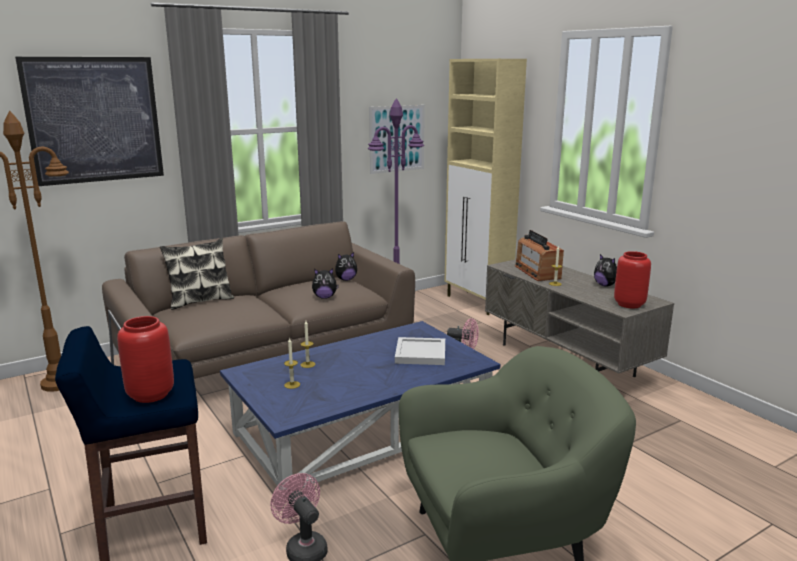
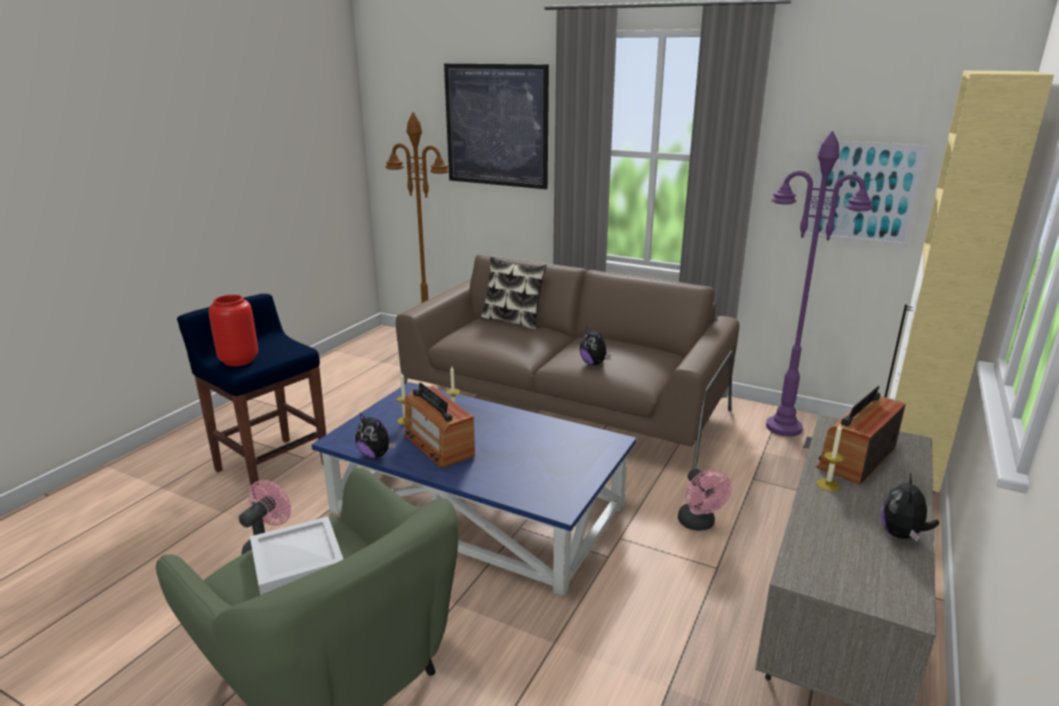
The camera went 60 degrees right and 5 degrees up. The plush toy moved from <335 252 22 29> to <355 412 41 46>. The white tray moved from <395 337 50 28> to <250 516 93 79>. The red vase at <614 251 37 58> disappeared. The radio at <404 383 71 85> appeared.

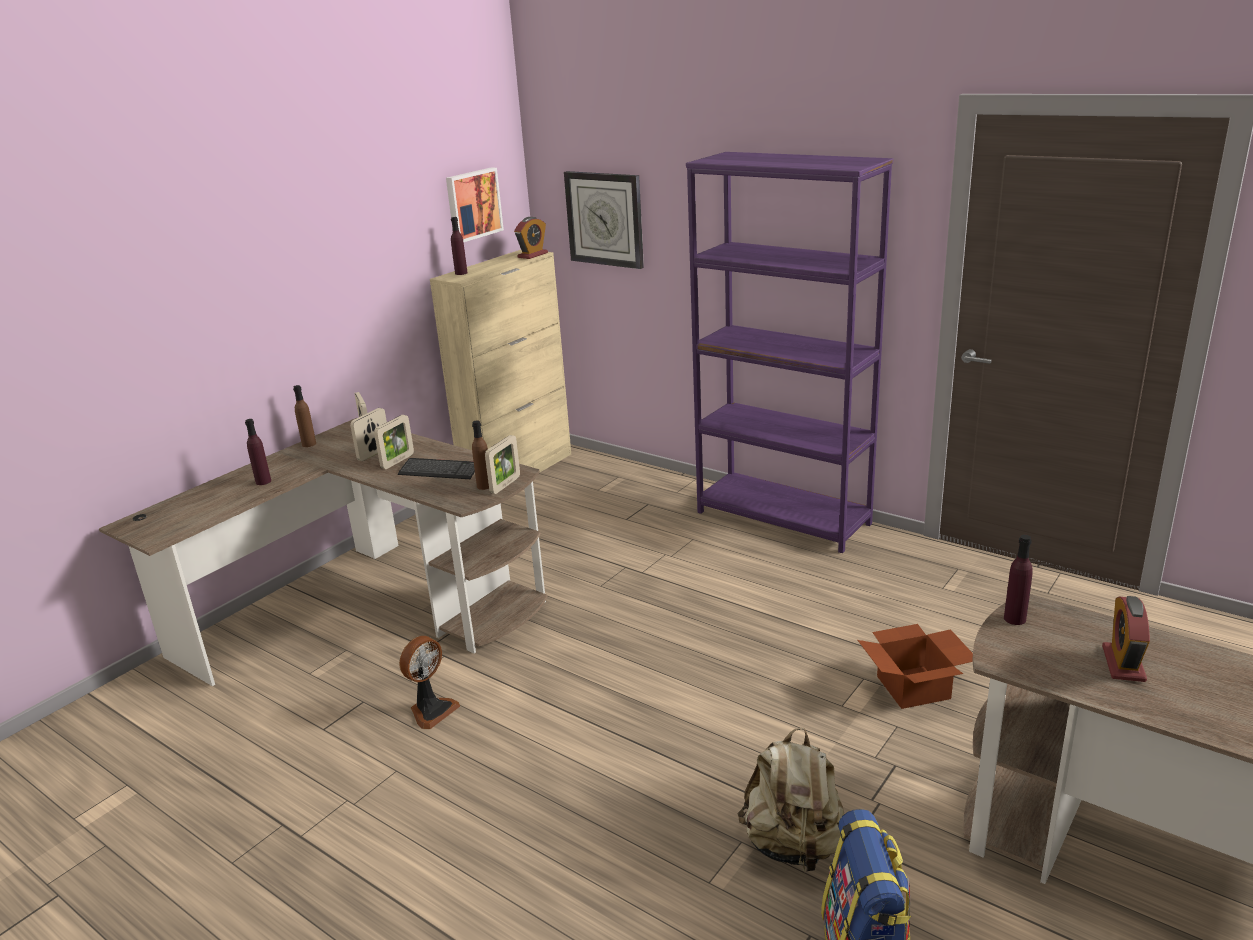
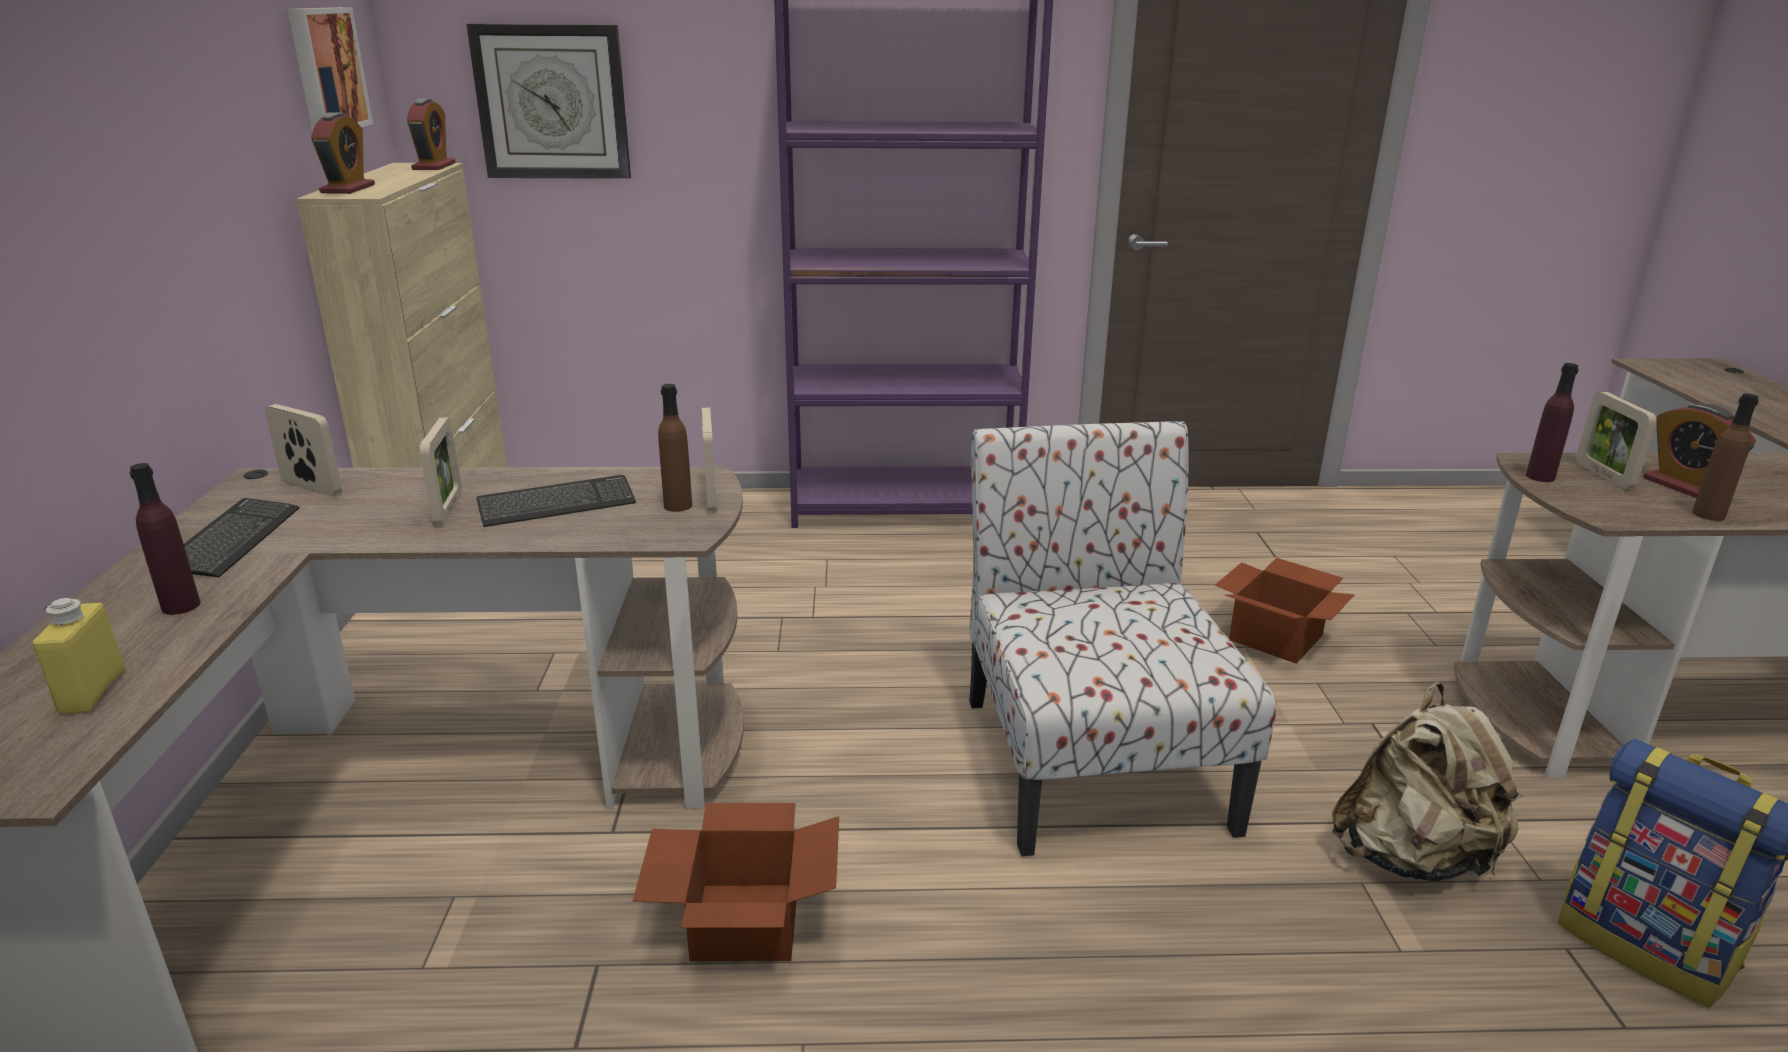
The camera went 40 degrees left and 0 degrees up. The brown bottle moved from <293 385 23 62> to <1692 393 67 128>. The picture frame moved from <350 408 37 53> to <1576 392 81 97>. The fan at <399 636 61 93> was replaced by the cardboard box at <633 803 206 159>. The purple bottle at <451 217 17 58> was replaced by the alarm clock at <311 112 64 82>. The yellow bottle at <32 598 93 116> appeared. The keyboard at <184 498 116 79> appeared. The chair at <969 421 307 435> appeared.

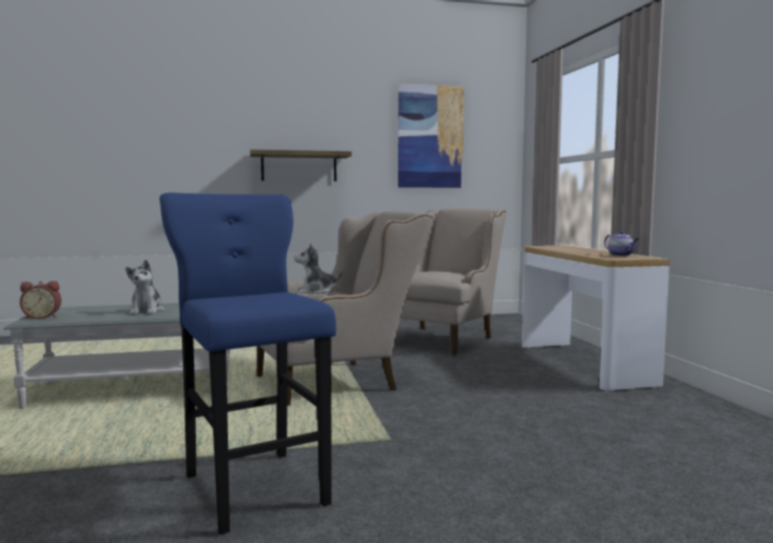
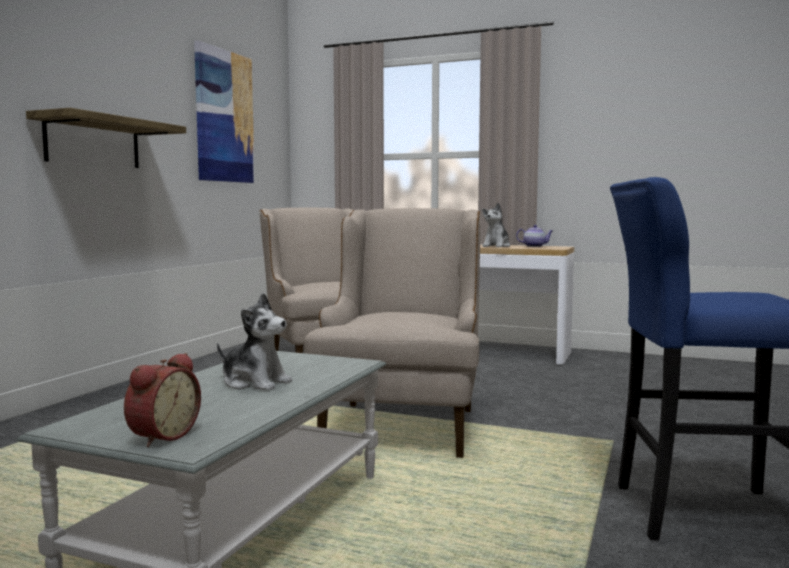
The camera went 55 degrees left and 0 degrees up. The plush toy moved from <294 243 48 51> to <482 203 28 44>.

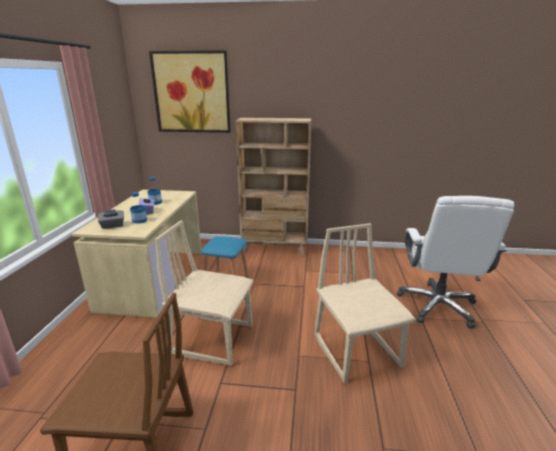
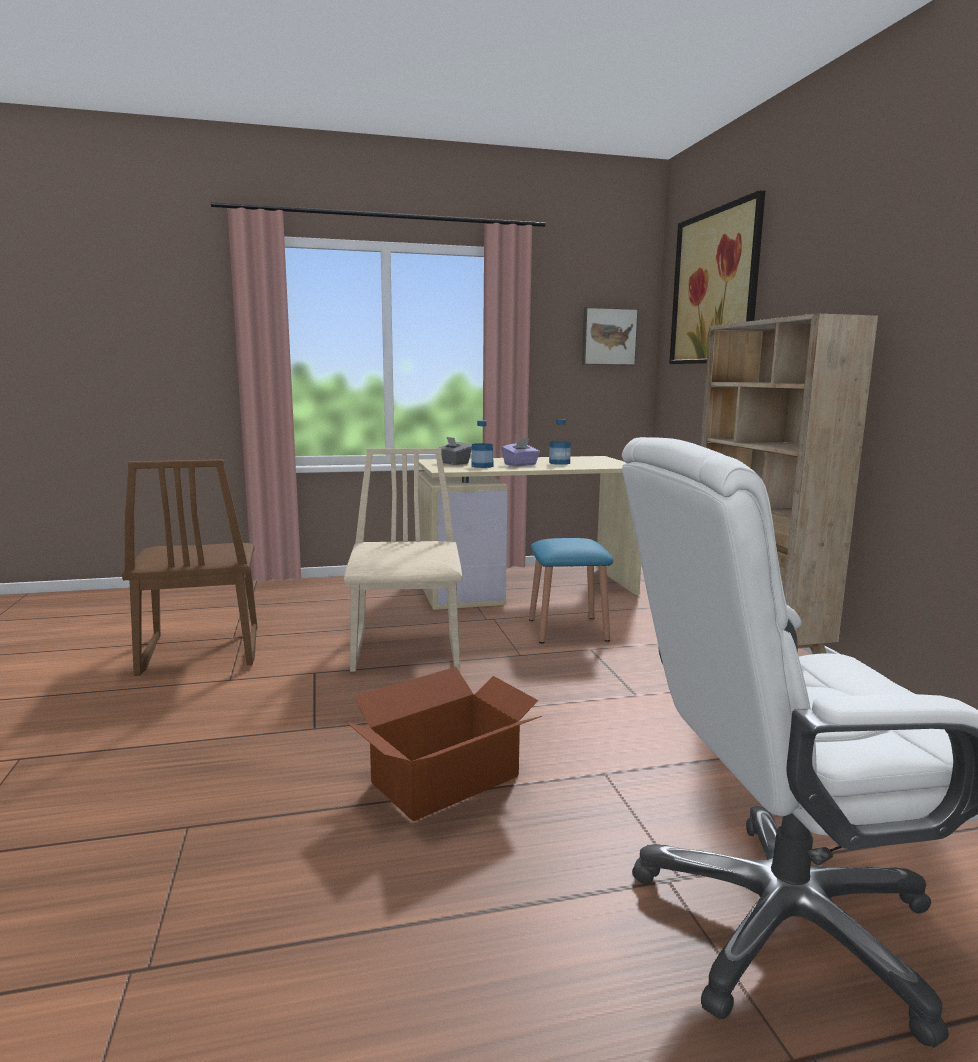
The camera went 70 degrees right and 10 degrees down. The beige chair at <314 223 102 160> was replaced by the cardboard box at <346 667 196 154>. The picture at <582 307 57 58> appeared.

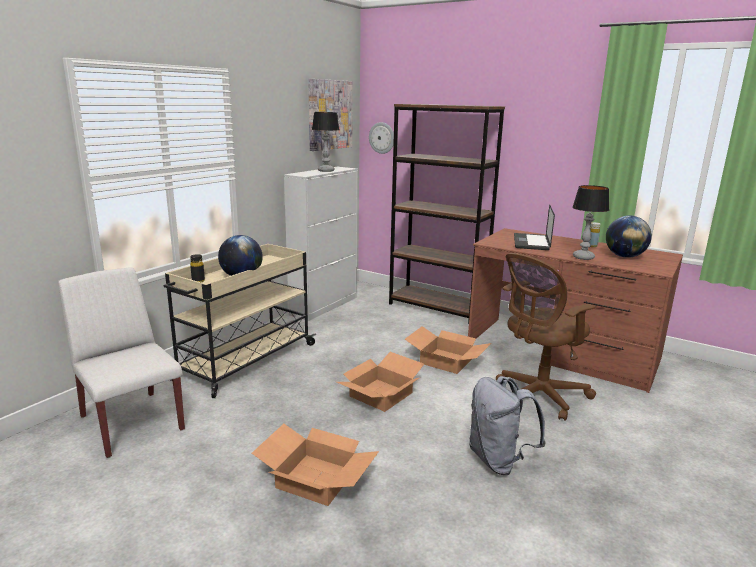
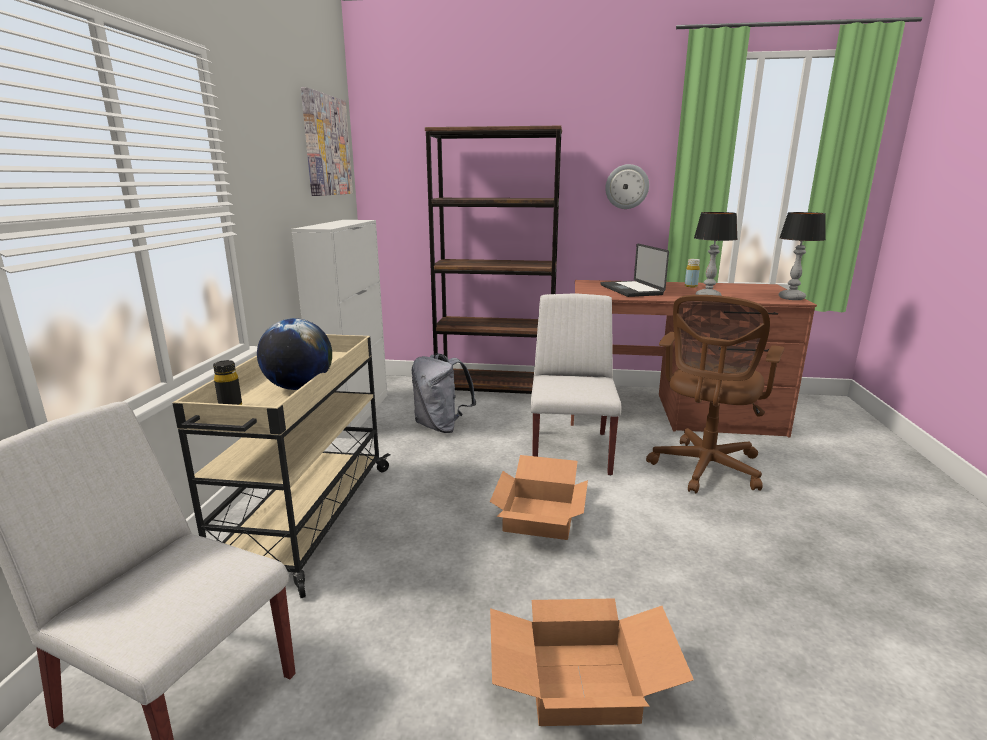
The camera went 25 degrees left and 0 degrees up. The table lamp moved from <312 112 27 60> to <779 212 47 88>. The wall clock moved from <369 122 25 32> to <605 164 44 45>. The cardboard box at <405 326 86 48> was replaced by the white chair at <531 293 90 183>. The grey backpack moved from <469 376 77 99> to <411 353 65 80>. The globe at <606 215 46 43> disappeared.

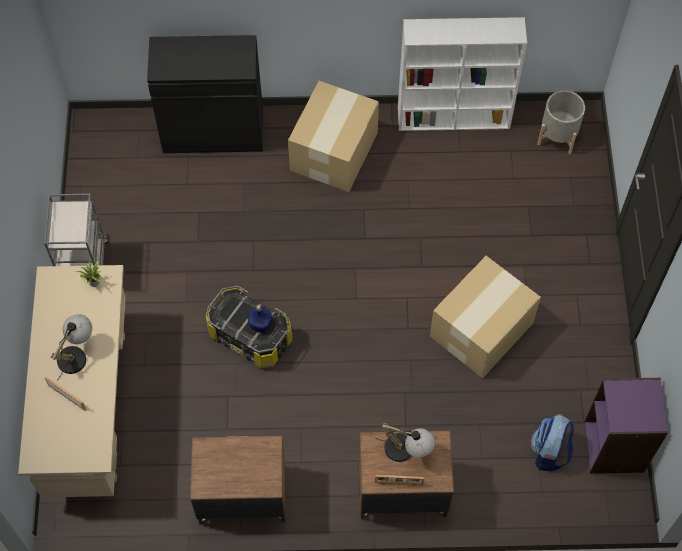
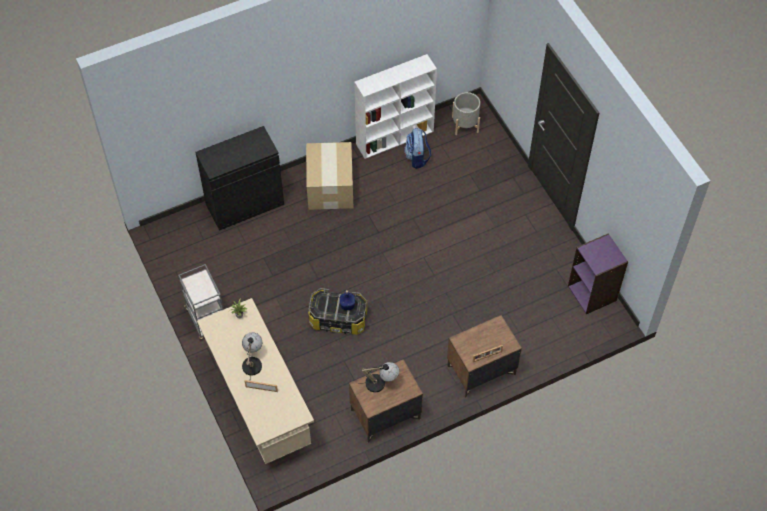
The camera went 25 degrees left and 5 degrees down. The table lamp moved from <376 423 59 39> to <361 362 38 30>. The cardboard box at <430 256 111 122> disappeared. The backpack moved from <530 414 44 57> to <404 128 27 41>.

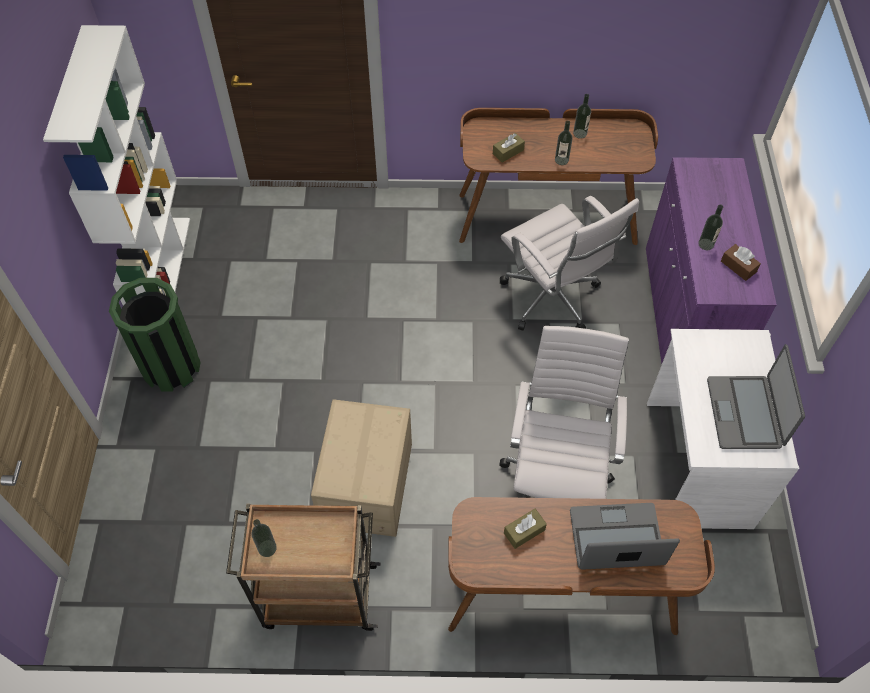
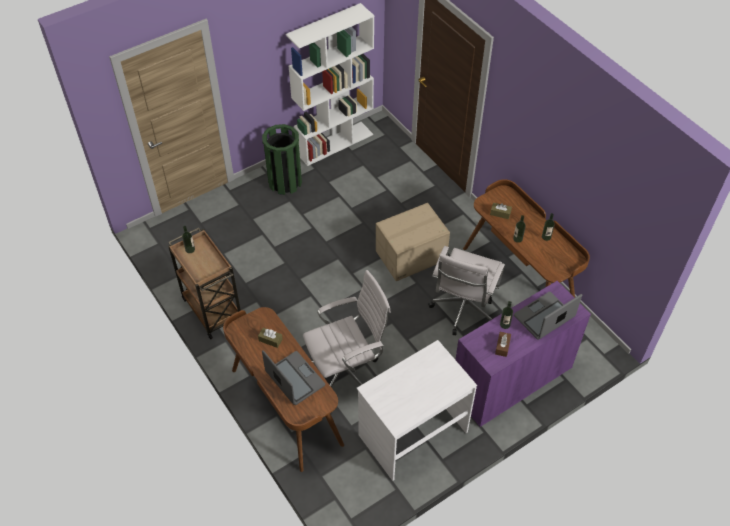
The camera went 55 degrees right and 5 degrees down. The cardboard box moved from <311 399 101 138> to <376 203 74 78>. The laptop moved from <707 344 98 105> to <514 292 68 48>.

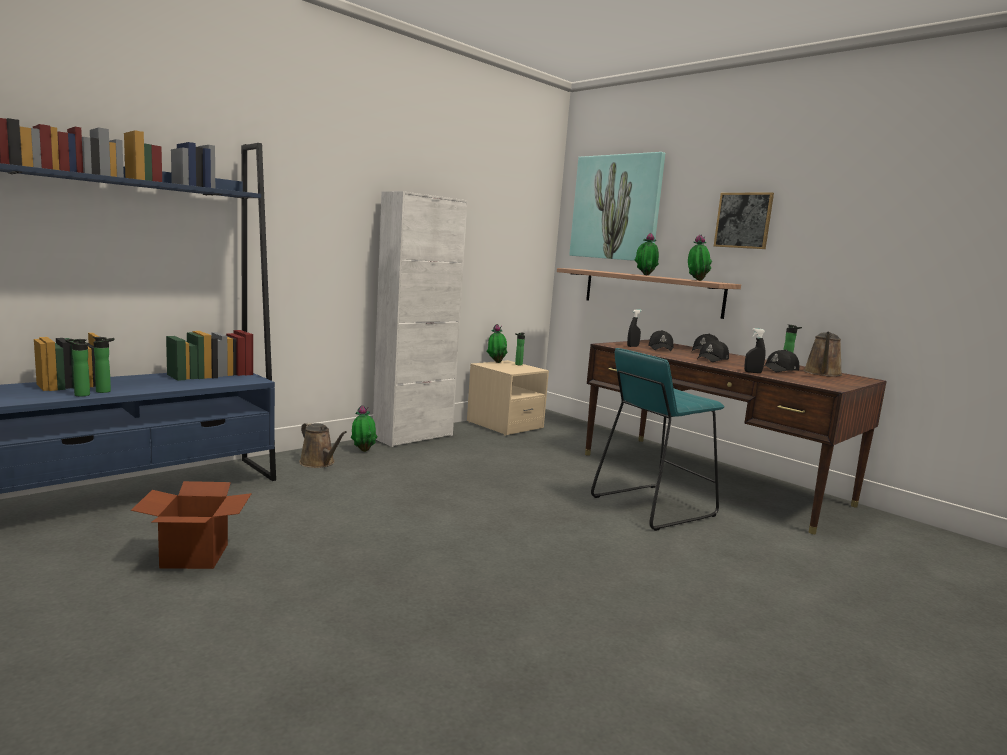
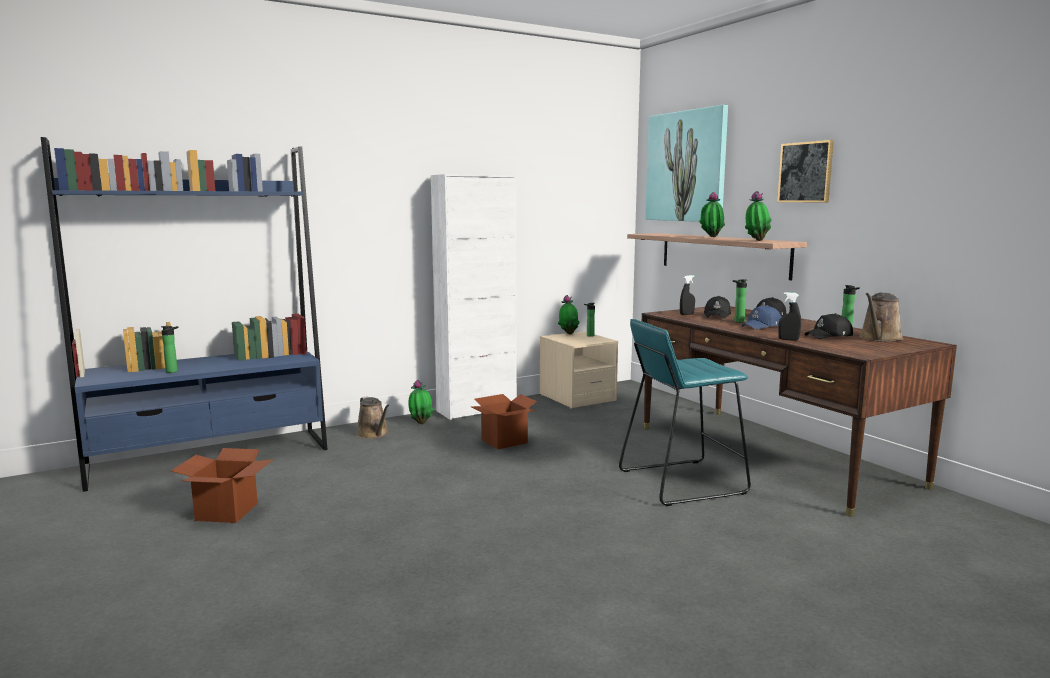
The camera went 15 degrees right and 0 degrees up. The bottle moved from <65 339 25 58> to <733 279 14 44>. The black cap at <698 340 31 22> became the blue cap at <742 305 39 24>. The cardboard box at <470 394 67 55> appeared.

